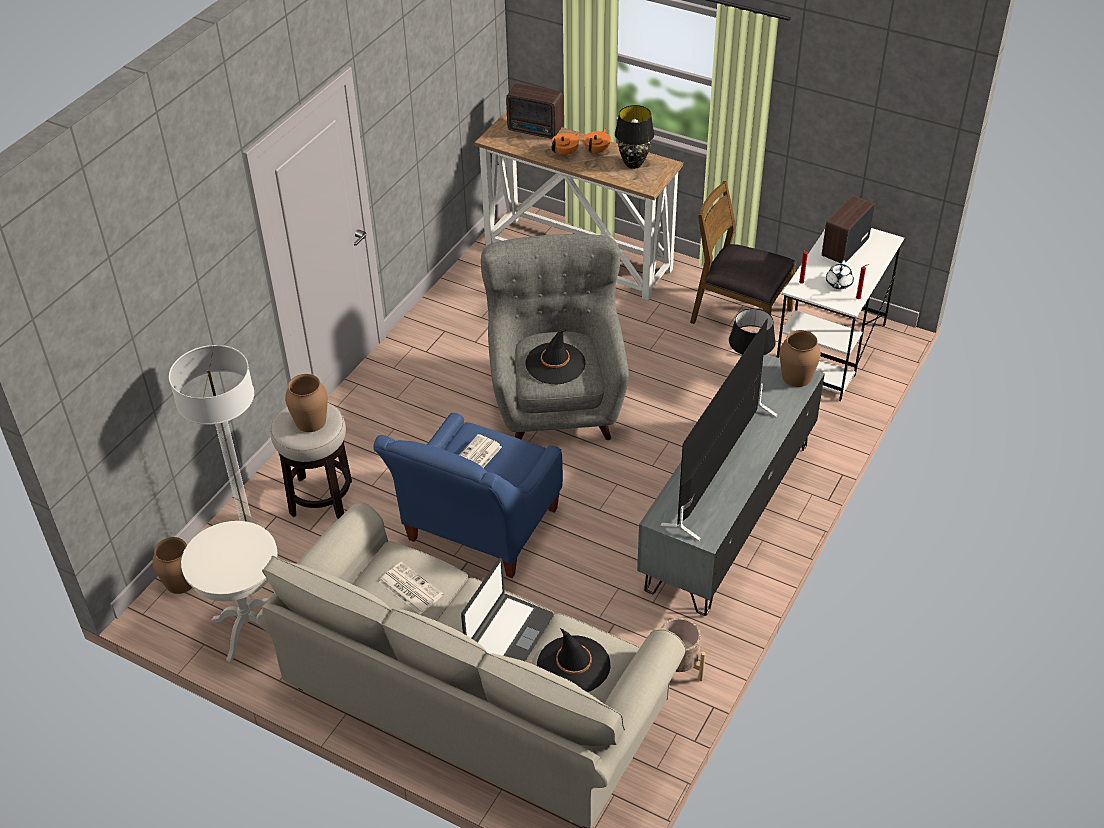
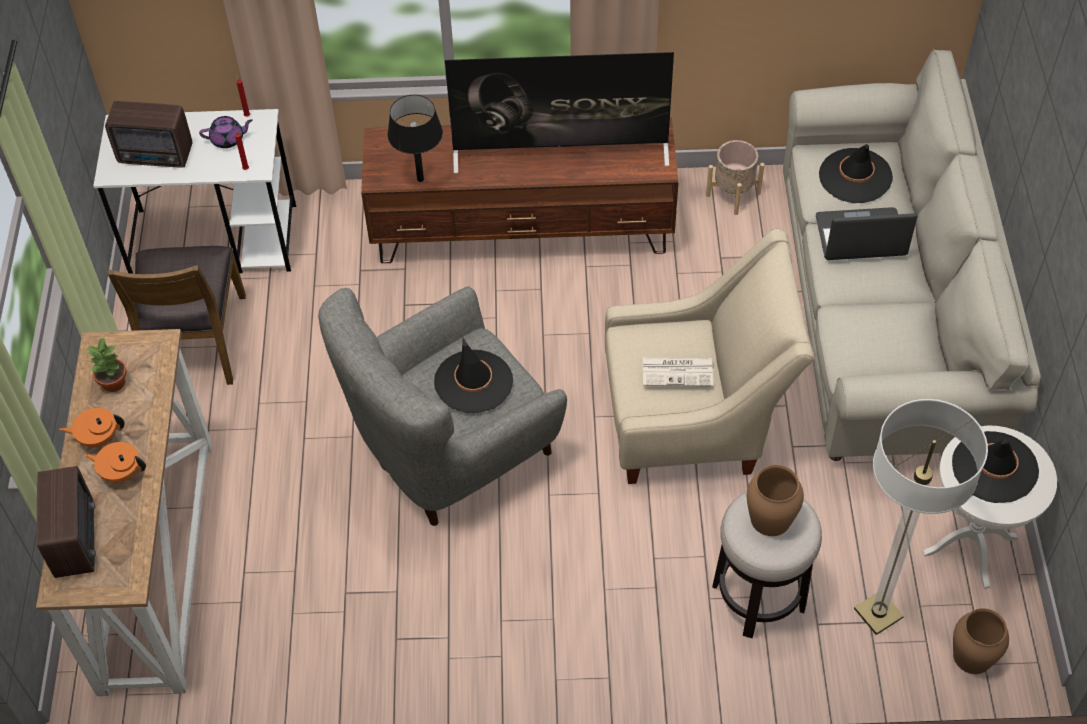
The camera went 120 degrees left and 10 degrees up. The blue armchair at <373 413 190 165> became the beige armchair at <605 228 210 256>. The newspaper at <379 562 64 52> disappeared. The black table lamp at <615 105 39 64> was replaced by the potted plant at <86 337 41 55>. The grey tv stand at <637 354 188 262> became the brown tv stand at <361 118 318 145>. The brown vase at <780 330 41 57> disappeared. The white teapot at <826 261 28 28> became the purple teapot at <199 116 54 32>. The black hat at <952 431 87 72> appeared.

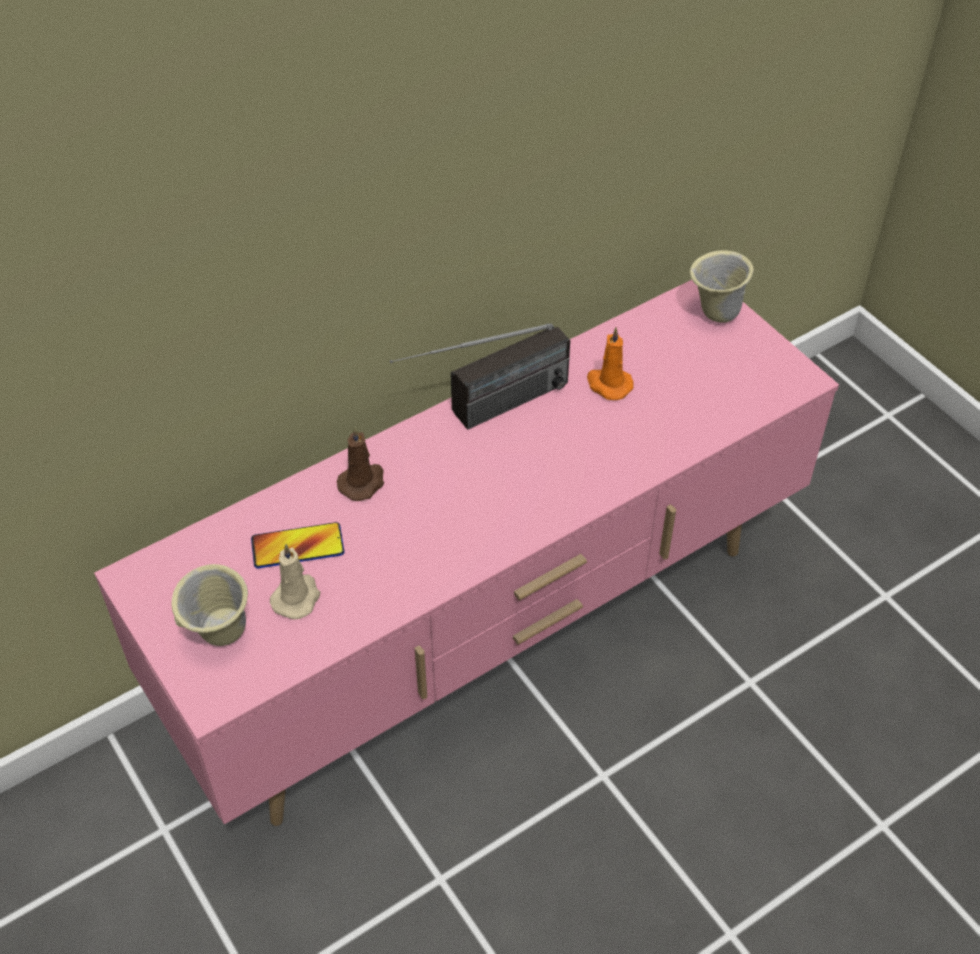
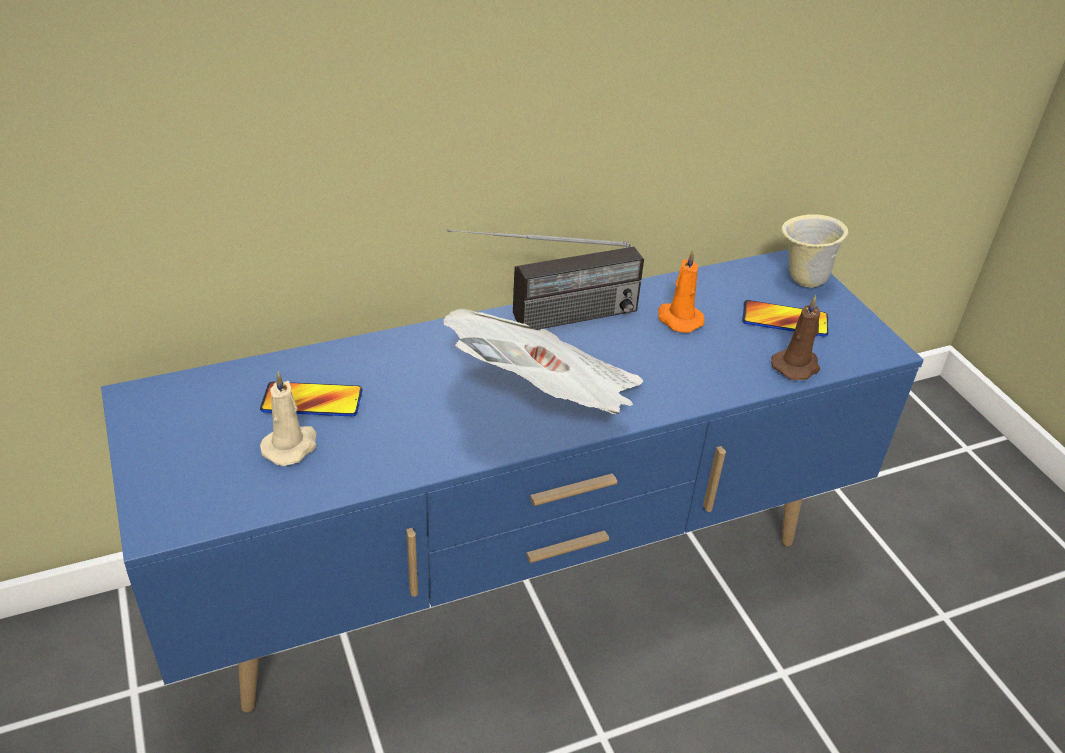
The camera went 10 degrees right and 10 degrees down. The pink tv stand at <94 280 745 546> became the blue tv stand at <101 249 823 463>. The beige mug at <172 564 76 82> disappeared. The brown candle moved from <336 426 48 75> to <771 295 49 85>. The newspaper at <443 309 200 105> appeared. The phone at <742 300 86 37> appeared.

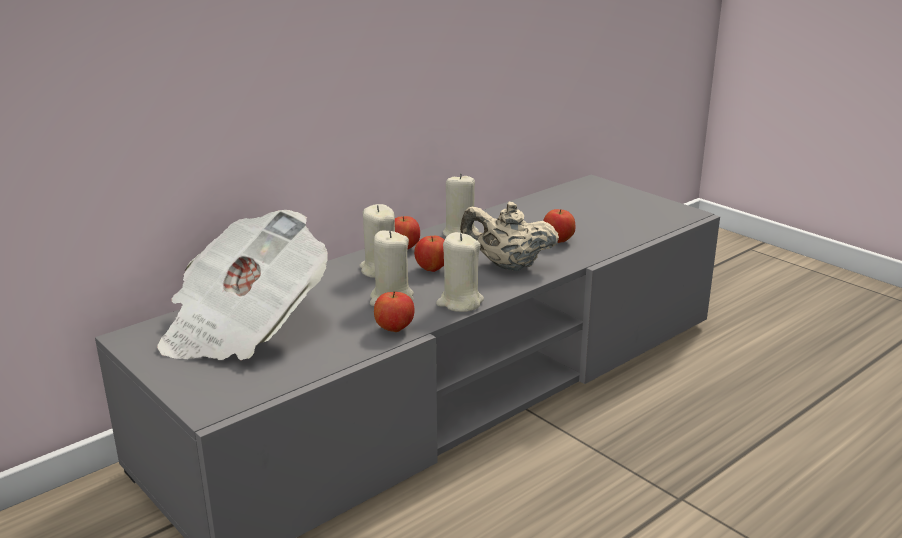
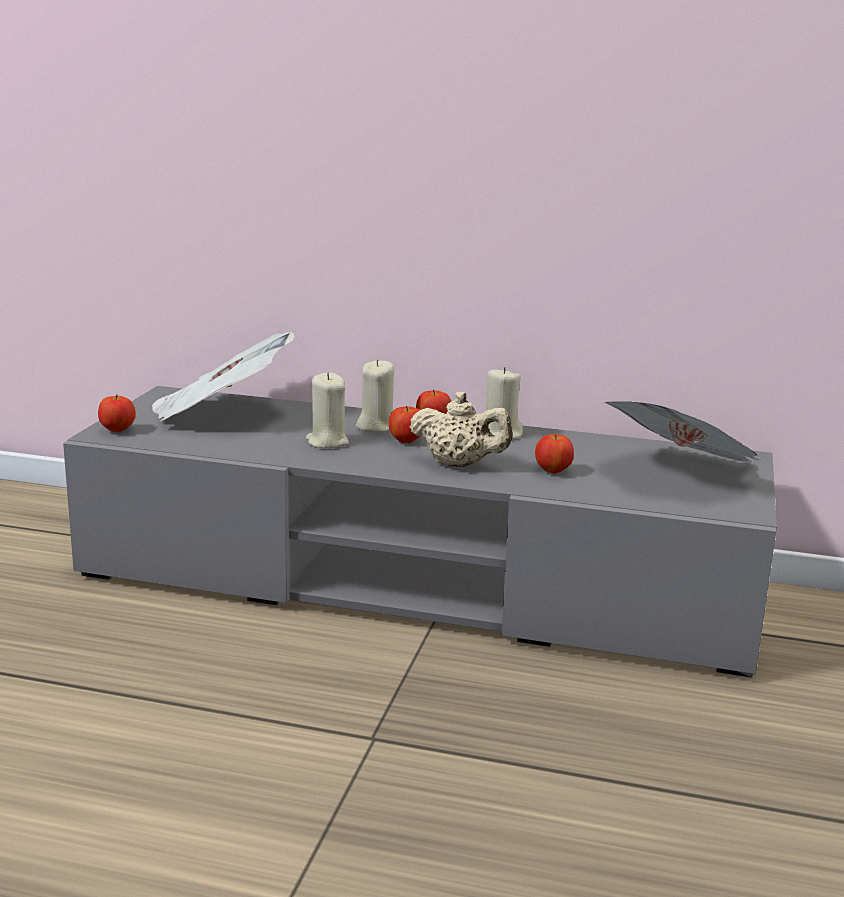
The camera went 55 degrees right and 5 degrees down. The apple moved from <374 291 41 41> to <98 395 38 37>. The beige candle at <436 232 48 80> disappeared. The beige teapot at <460 202 99 69> turned 135 degrees clockwise. The newspaper at <605 401 155 61> appeared.

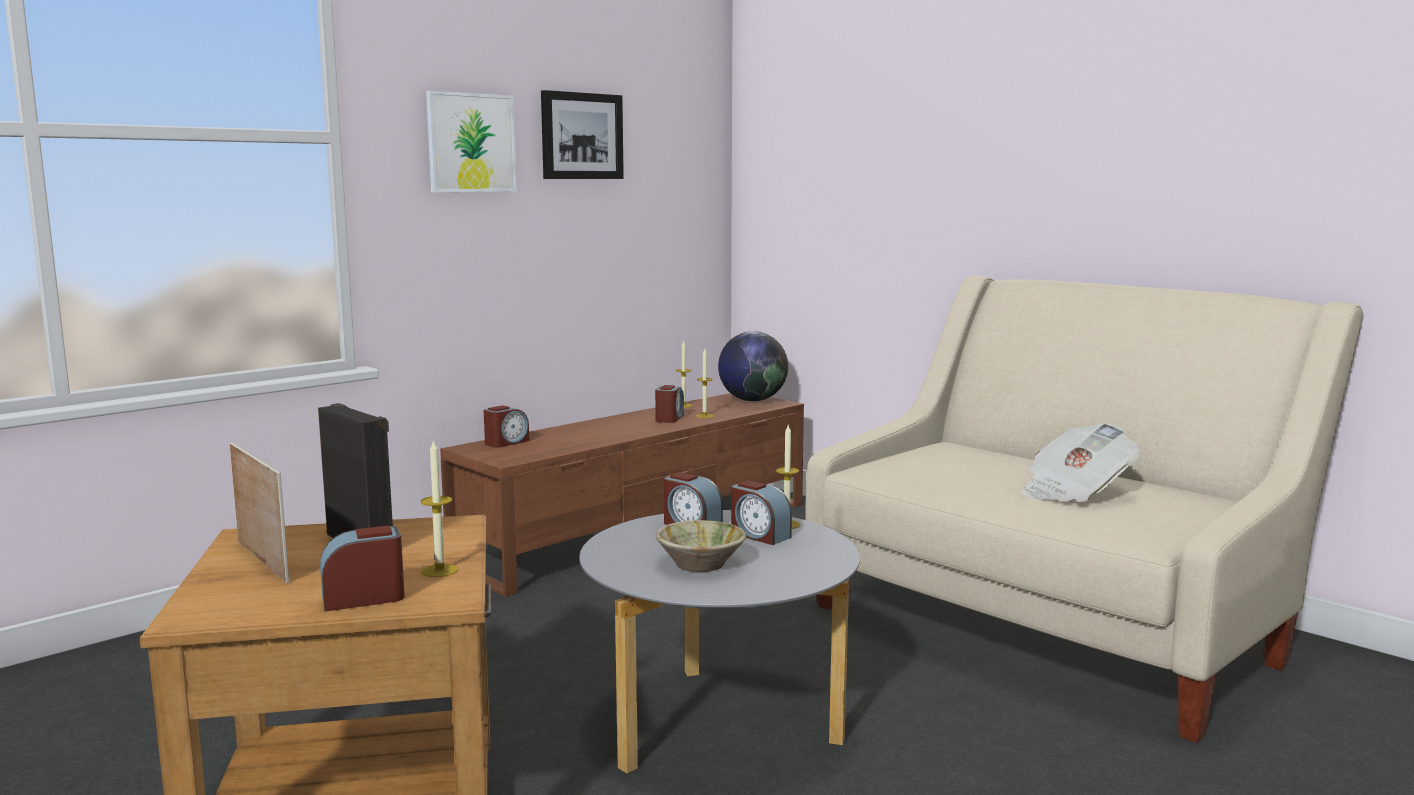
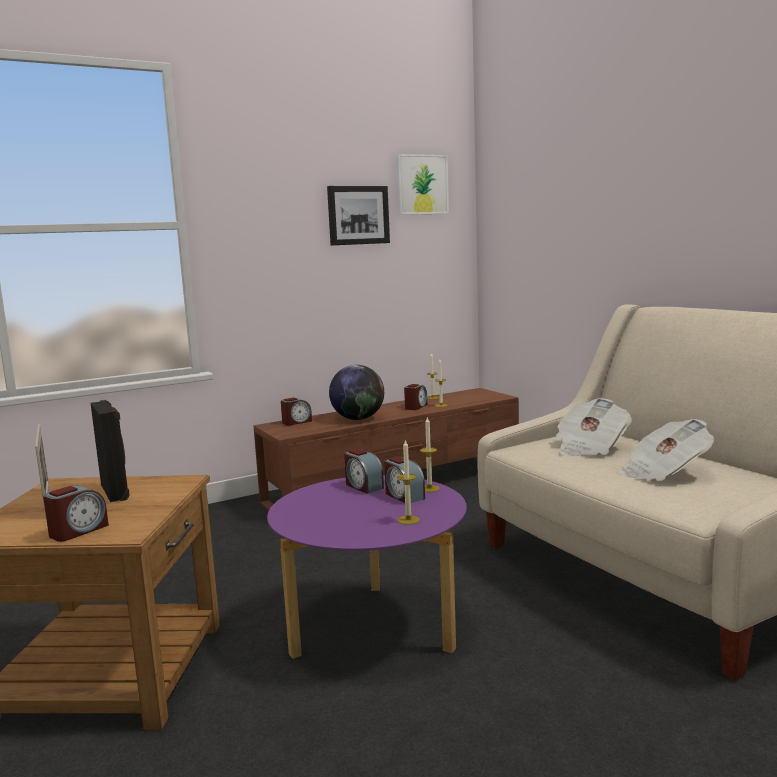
The camera went 15 degrees right and 0 degrees up. The alarm clock at <320 526 85 86> turned 135 degrees clockwise. The candle moved from <421 439 38 138> to <397 439 23 86>. The picture moved from <426 91 91 101> to <396 154 53 61>. The grey coffee table at <579 510 281 263> became the purple coffee table at <267 475 200 184>. The beige bowl at <656 520 91 52> disappeared. The globe moved from <718 331 70 70> to <329 365 55 55>. The newspaper at <556 398 76 59> appeared.

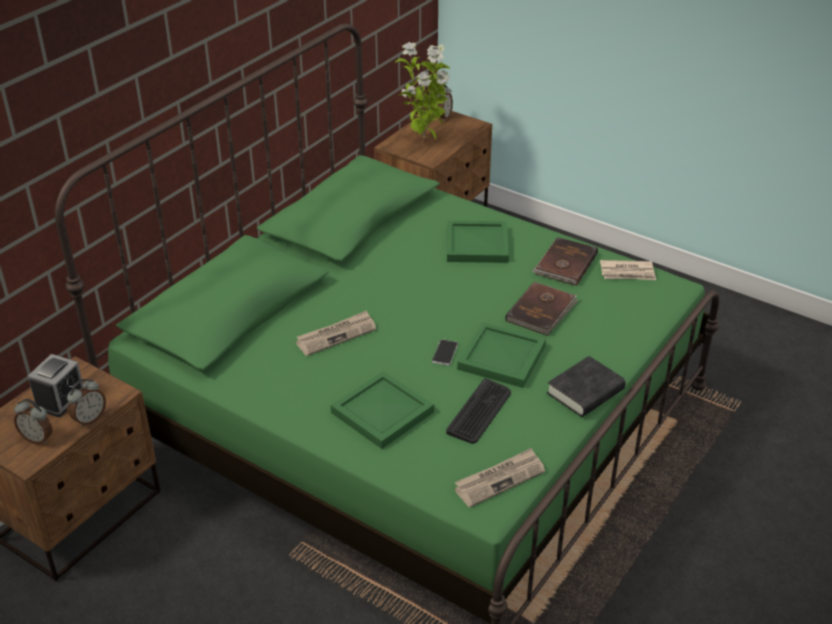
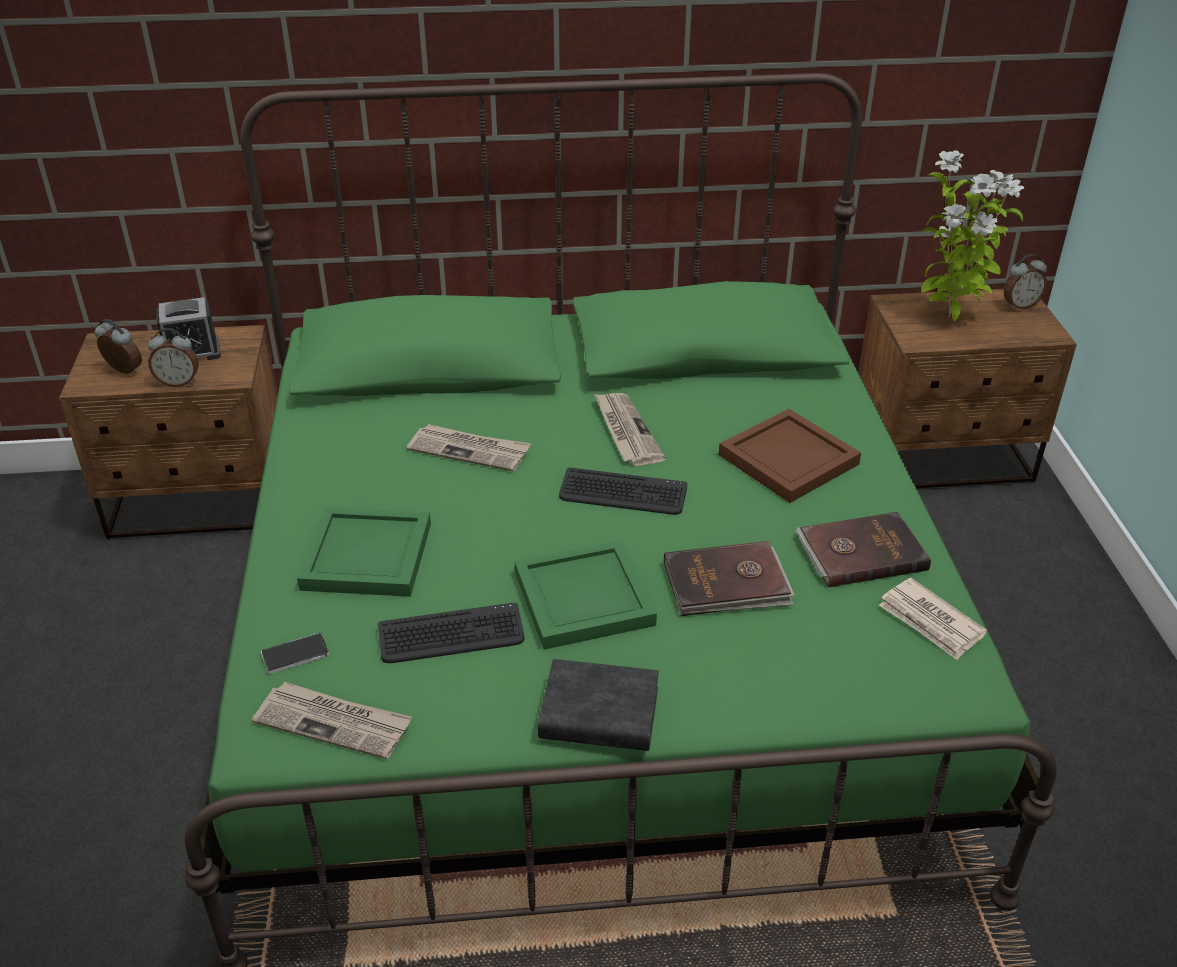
The camera went 50 degrees right and 0 degrees up. The alarm clock at <14 399 38 45> turned 135 degrees clockwise. The phone moved from <432 339 26 27> to <261 633 68 41>. The green tray at <447 221 62 42> became the brown tray at <719 409 142 94>. The keyboard at <559 468 128 47> appeared. The newspaper at <594 393 72 73> appeared.

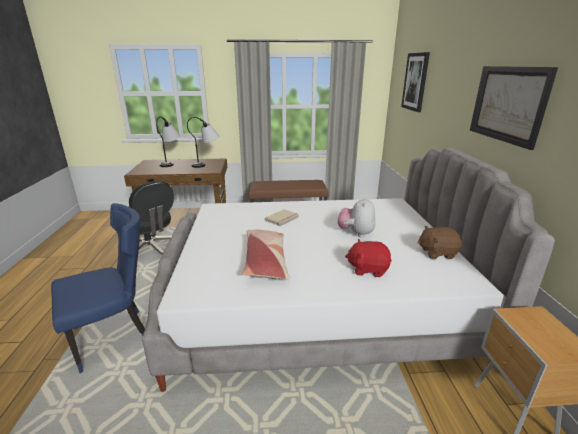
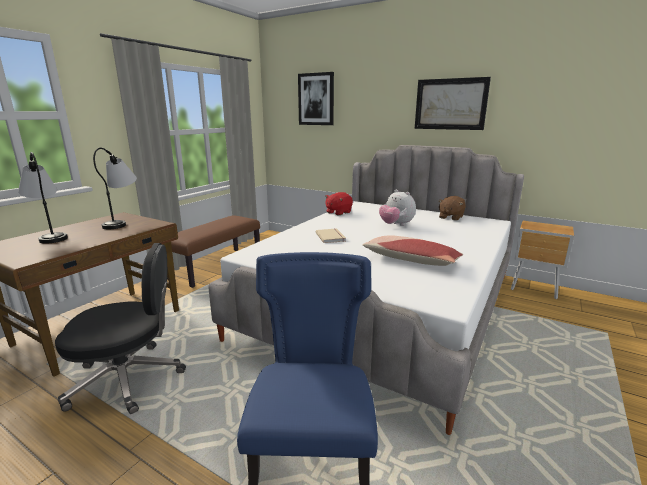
The camera went 55 degrees left and 5 degrees down. The red plush toy moved from <345 239 47 38> to <325 192 28 24>.

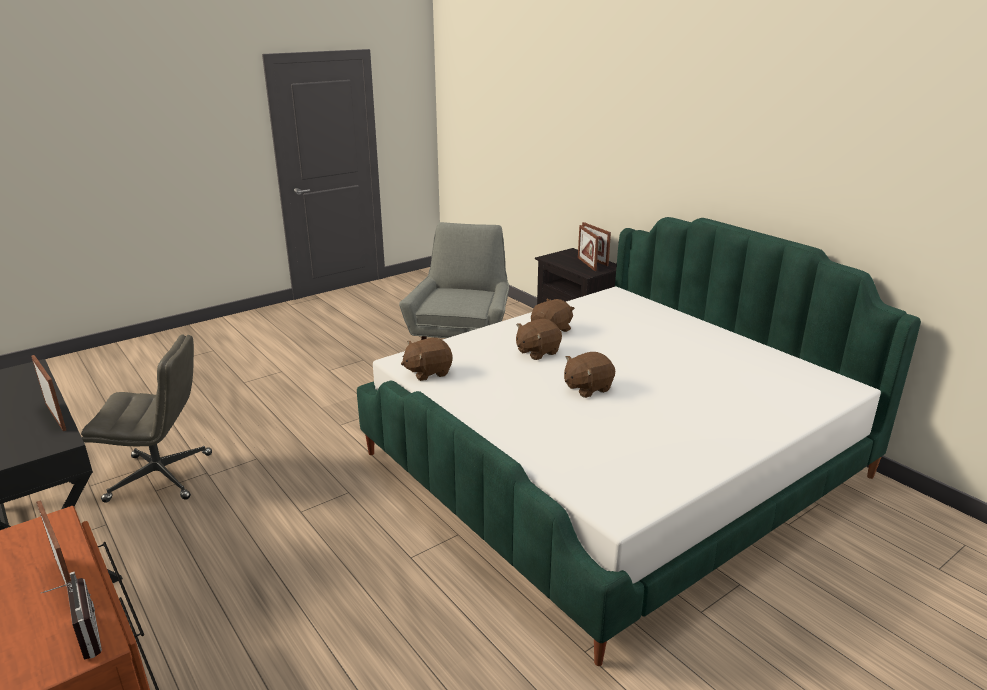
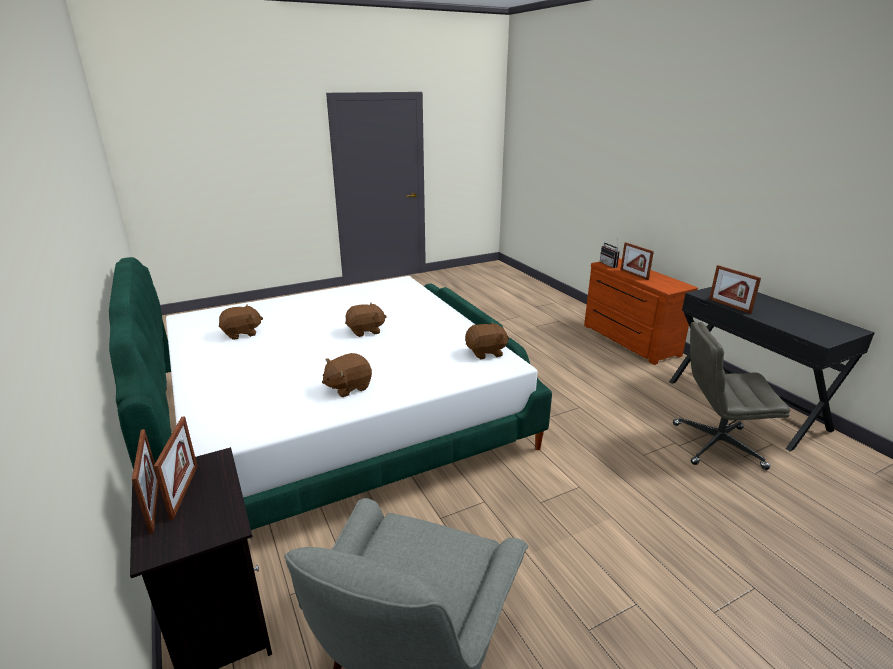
The camera went 170 degrees left and 0 degrees up. The brown plush toy moved from <516 319 46 41> to <219 305 44 35>.

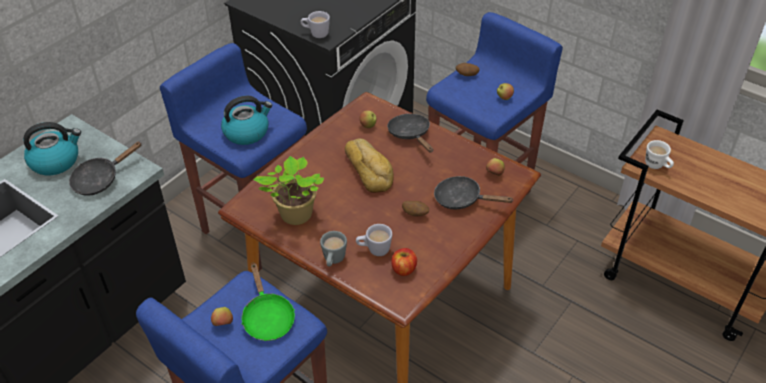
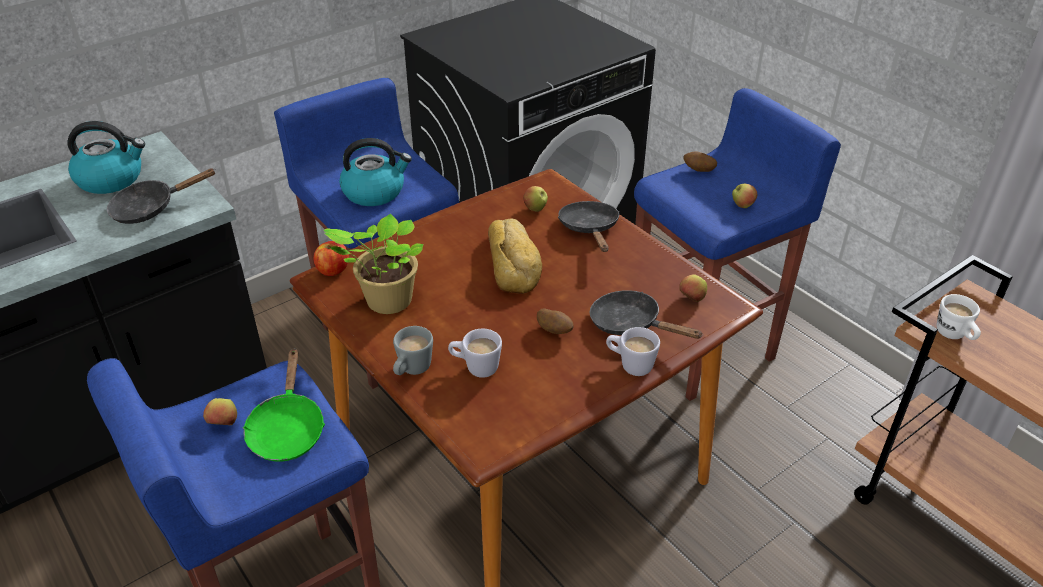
The camera went 15 degrees right and 5 degrees down. The white mug moved from <301 11 29 27> to <606 327 54 49>. The apple moved from <391 248 26 28> to <314 241 35 35>.

